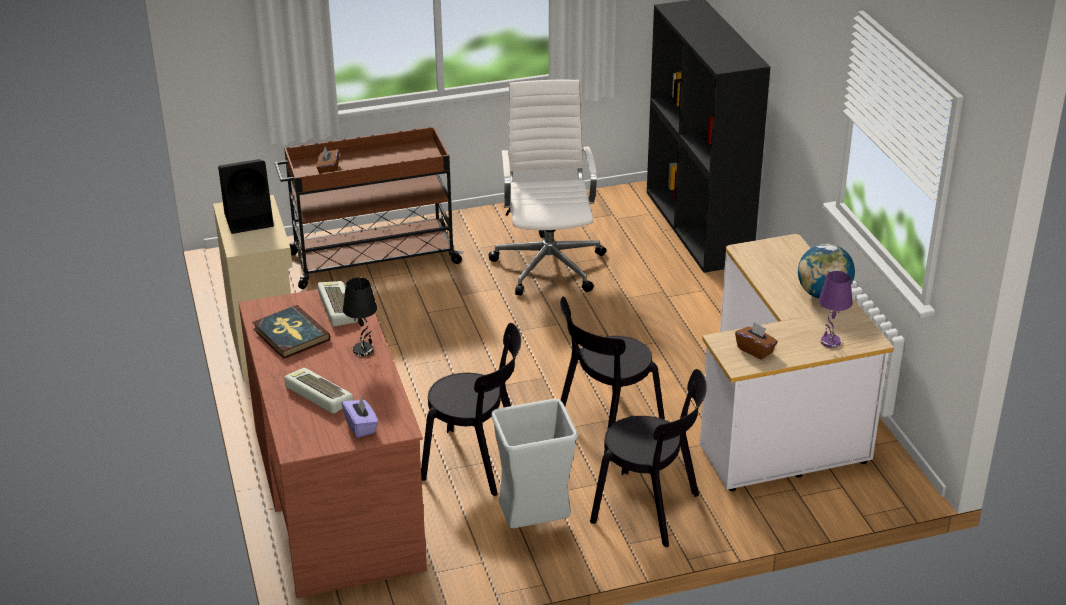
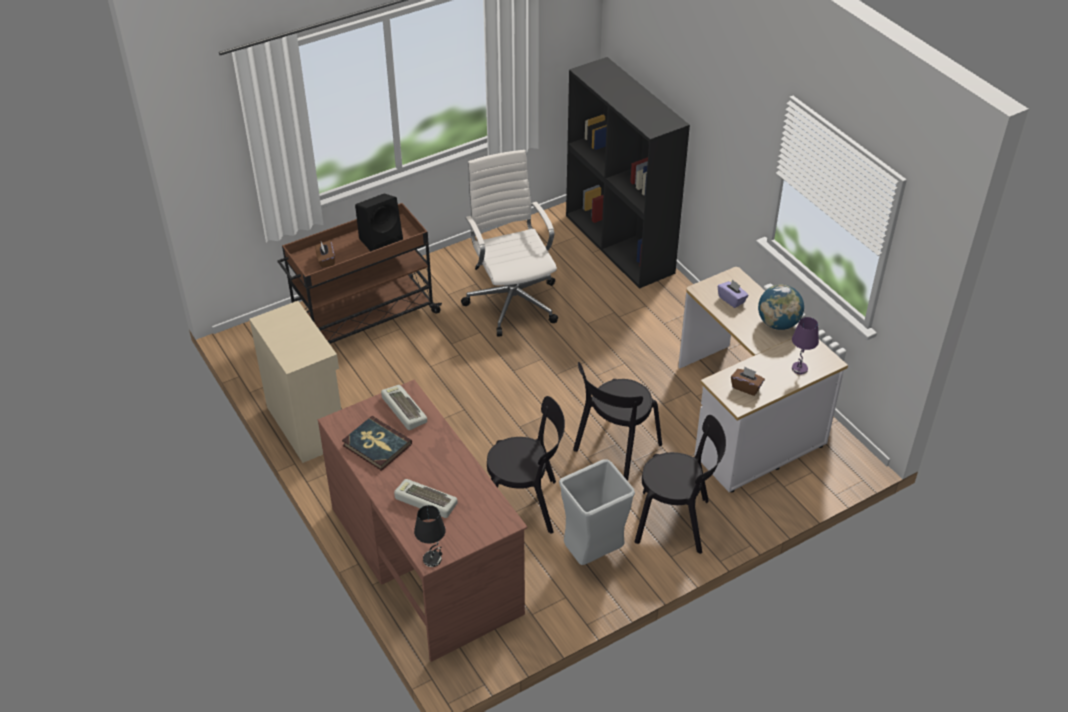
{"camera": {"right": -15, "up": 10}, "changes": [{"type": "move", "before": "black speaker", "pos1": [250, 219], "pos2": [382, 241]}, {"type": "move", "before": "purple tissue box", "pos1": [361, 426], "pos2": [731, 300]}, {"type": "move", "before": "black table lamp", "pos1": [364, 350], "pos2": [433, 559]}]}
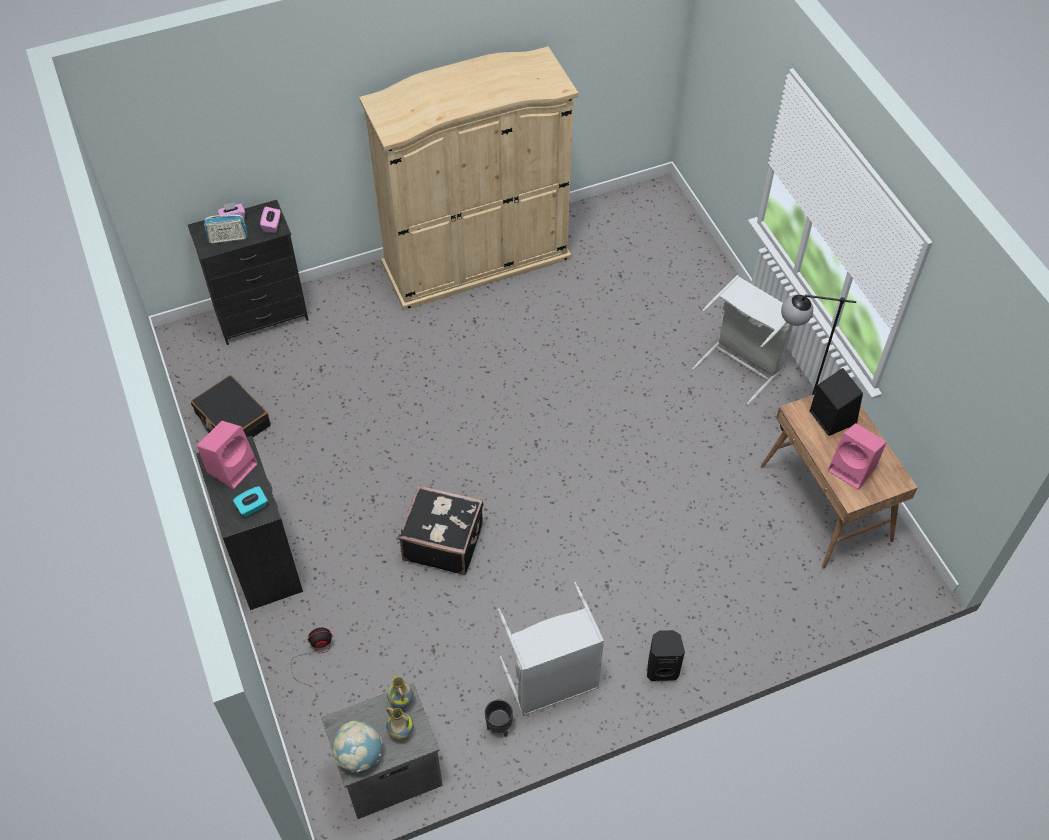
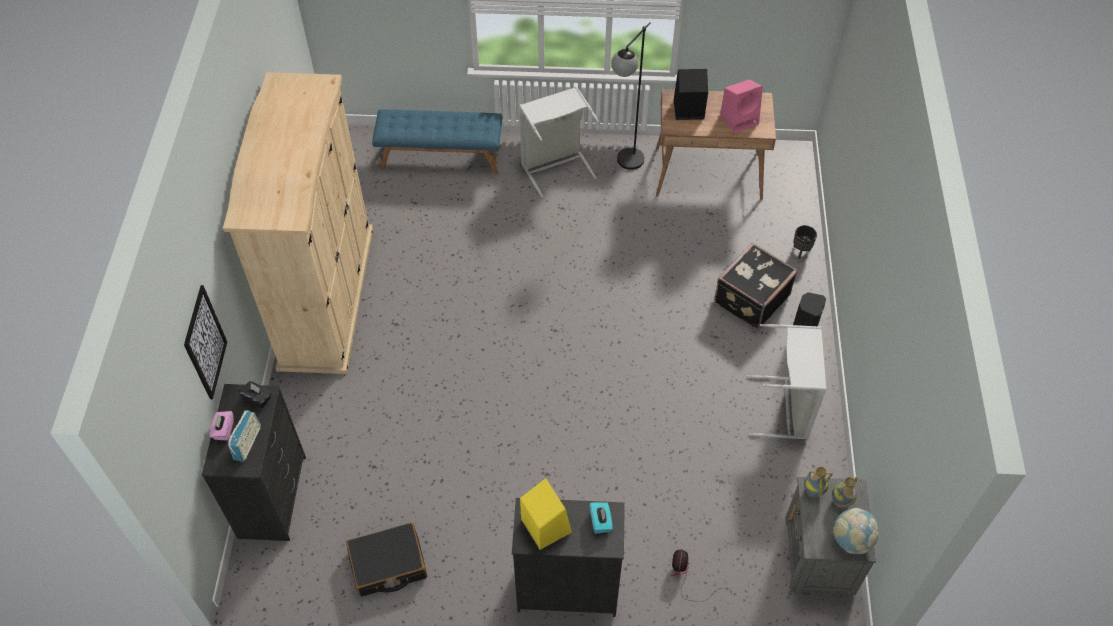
{"camera": {"right": -65, "up": 0}, "changes": [{"type": "recolor", "before": "pink speaker", "after": "yellow speaker", "pos1": [232, 467], "pos2": [545, 525]}, {"type": "recolor", "before": "pink tissue box", "after": "black tissue box", "pos1": [272, 225], "pos2": [257, 398]}, {"type": "move", "before": "black suitcase", "pos1": [443, 541], "pos2": [750, 298]}, {"type": "move", "before": "black planter", "pos1": [499, 727], "pos2": [801, 251]}, {"type": "insert", "after": "picture", "pos2": [205, 343]}, {"type": "insert", "after": "blue bench", "pos2": [441, 157]}]}
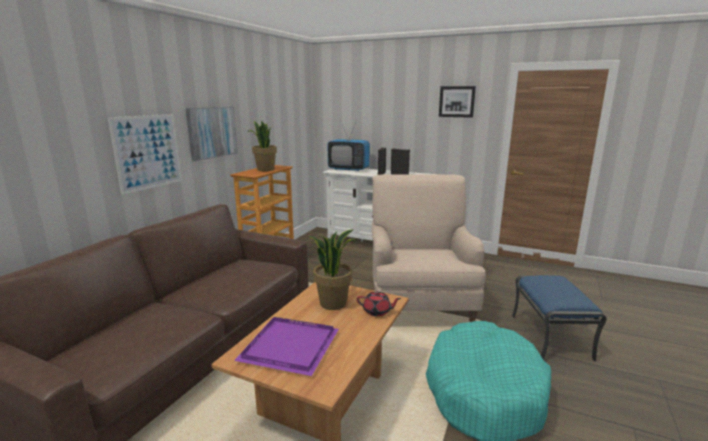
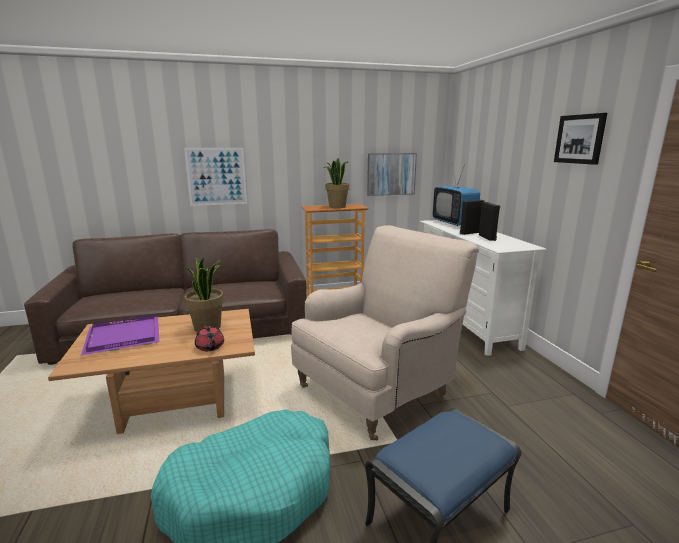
{"camera": {"right": 50, "up": 0}, "changes": [{"type": "move", "before": "picture", "pos1": [212, 132], "pos2": [391, 174]}]}
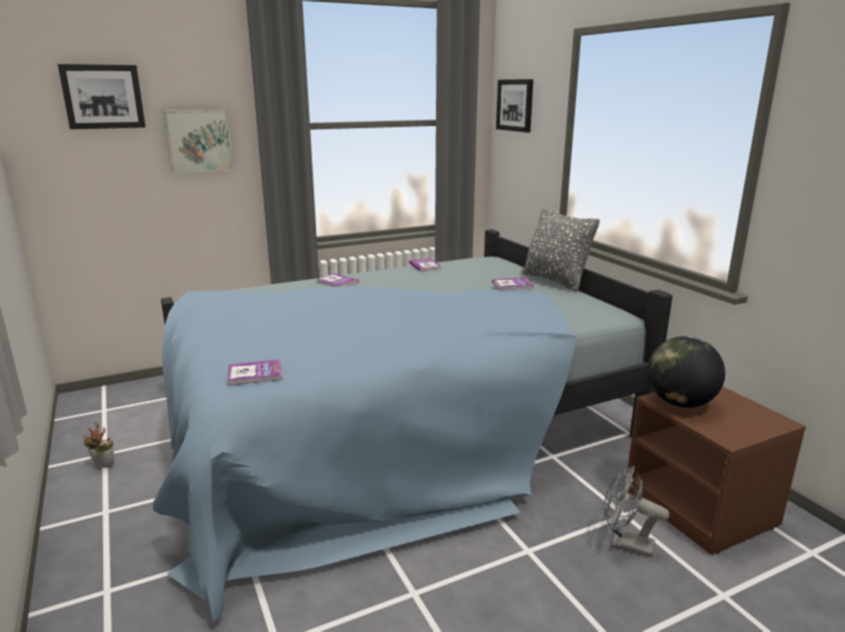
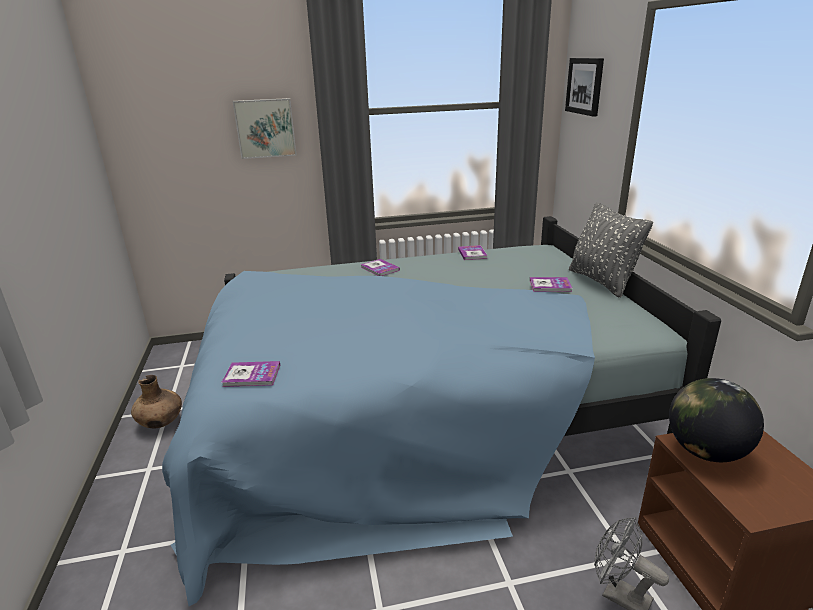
{"camera": {"right": 15, "up": 5}, "changes": [{"type": "delete", "before": "picture", "pos1": [103, 96]}, {"type": "replace", "before": "potted plant", "after": "brown vase", "pos1": [102, 467], "pos2": [161, 422]}]}
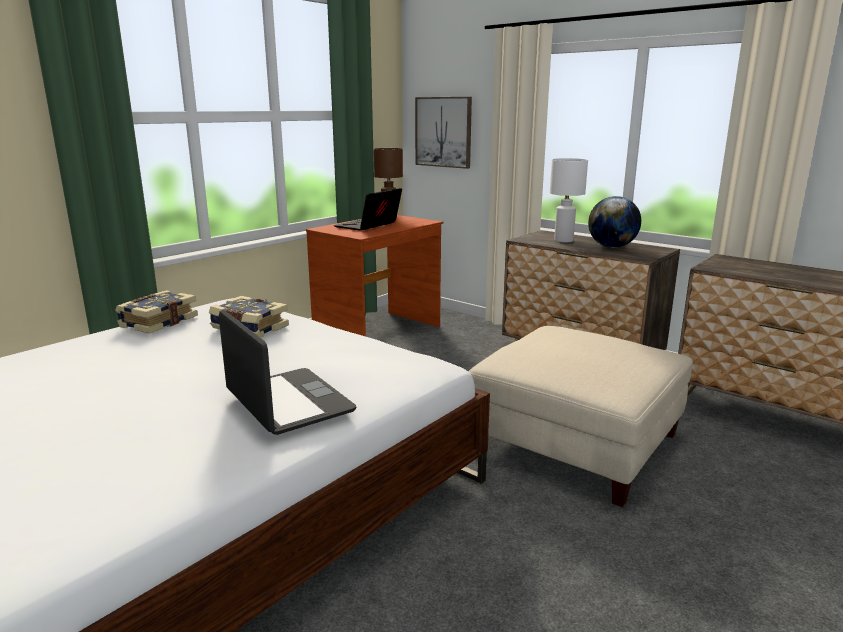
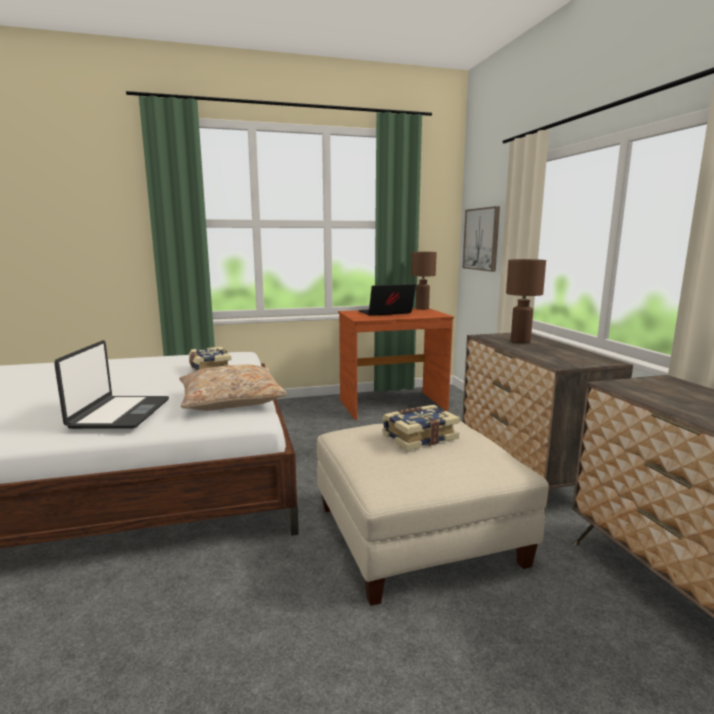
{"camera": {"right": 35, "up": -5}, "changes": [{"type": "move", "before": "book", "pos1": [158, 322], "pos2": [419, 437]}, {"type": "recolor", "before": "white table lamp", "after": "brown table lamp", "pos1": [563, 240], "pos2": [520, 341]}, {"type": "delete", "before": "globe", "pos1": [612, 247]}, {"type": "insert", "after": "beige pillow", "pos2": [231, 400]}]}
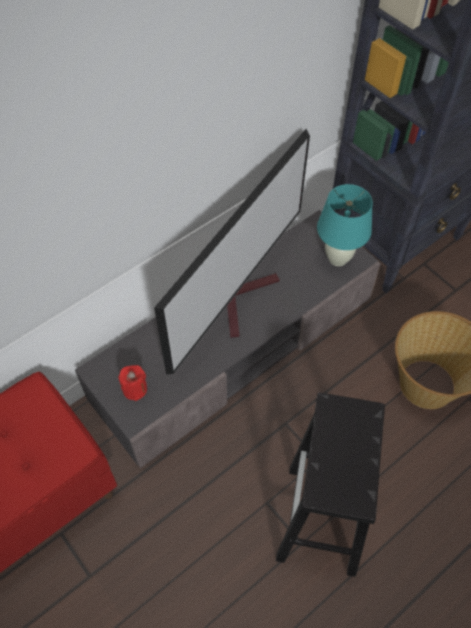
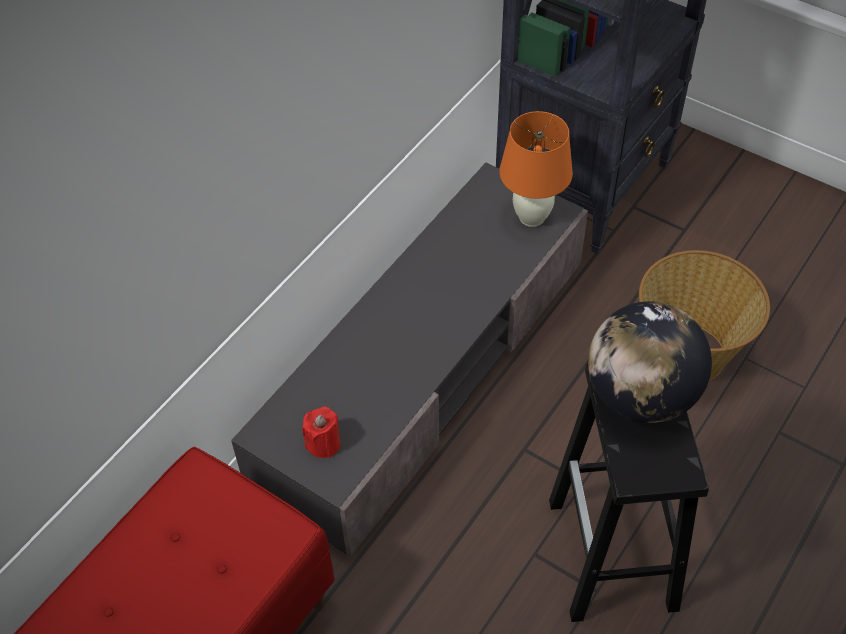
{"camera": {"right": -15, "up": -5}, "changes": [{"type": "delete", "before": "television", "pos1": [243, 297]}, {"type": "recolor", "before": "turquoise table lamp", "after": "orange table lamp", "pos1": [338, 258], "pos2": [531, 217]}, {"type": "insert", "after": "globe", "pos2": [640, 395]}]}
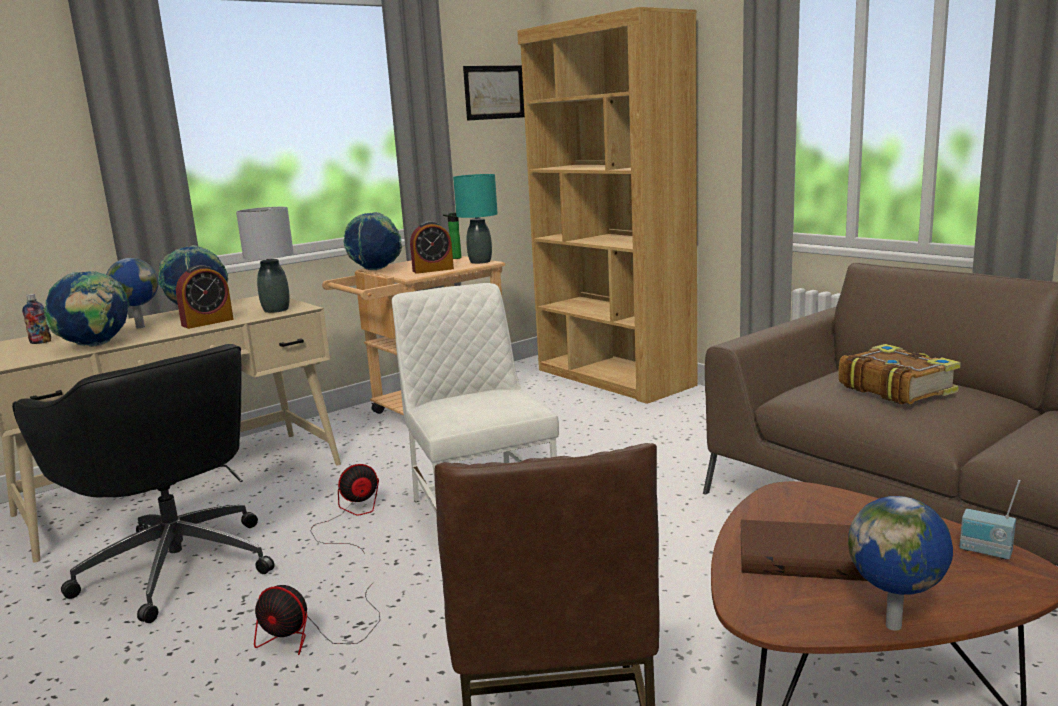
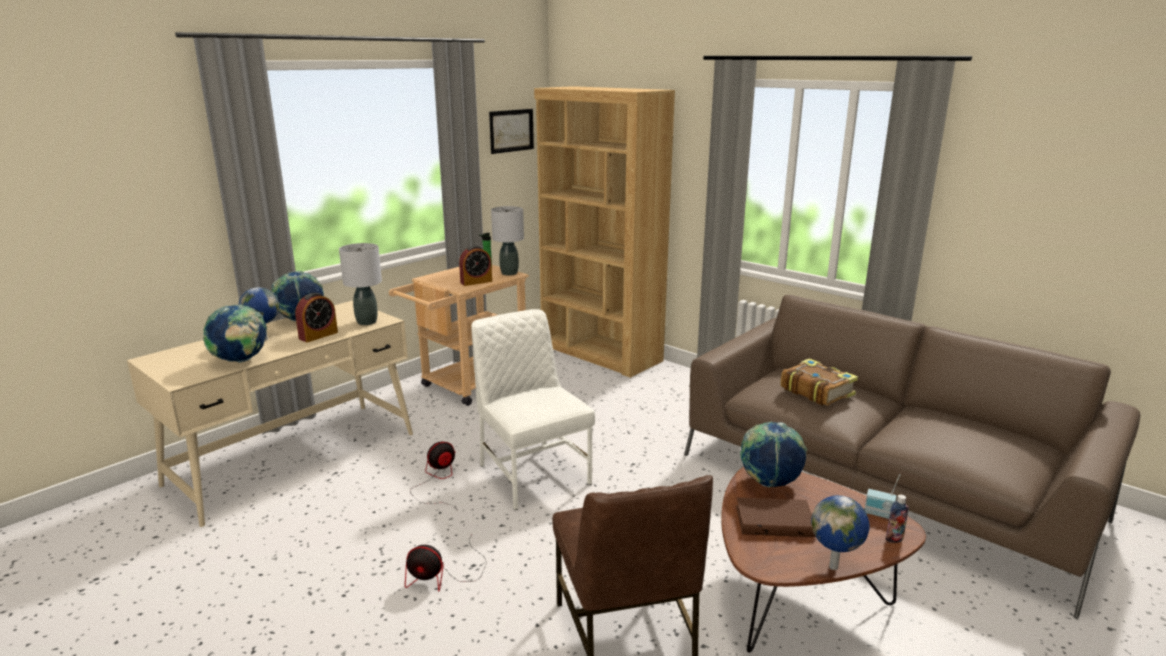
{"camera": {"right": -10, "up": 5}, "changes": [{"type": "delete", "before": "black office chair", "pos1": [176, 565]}, {"type": "move", "before": "bottle", "pos1": [40, 342], "pos2": [894, 539]}, {"type": "move", "before": "globe", "pos1": [375, 270], "pos2": [769, 483]}, {"type": "recolor", "before": "turquoise table lamp", "after": "grey table lamp", "pos1": [480, 262], "pos2": [509, 273]}]}
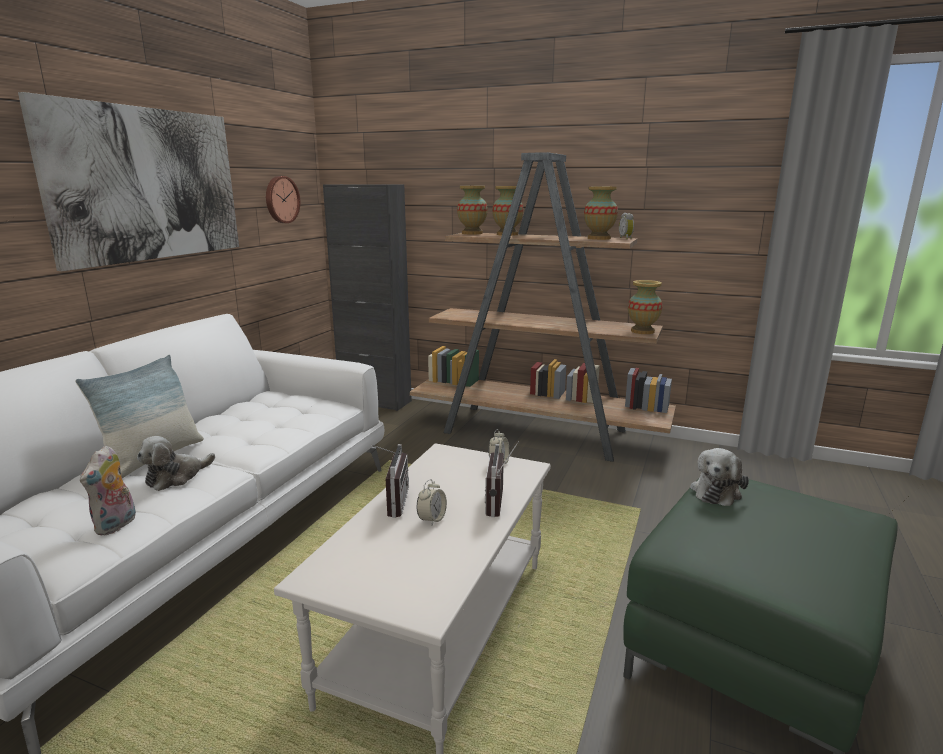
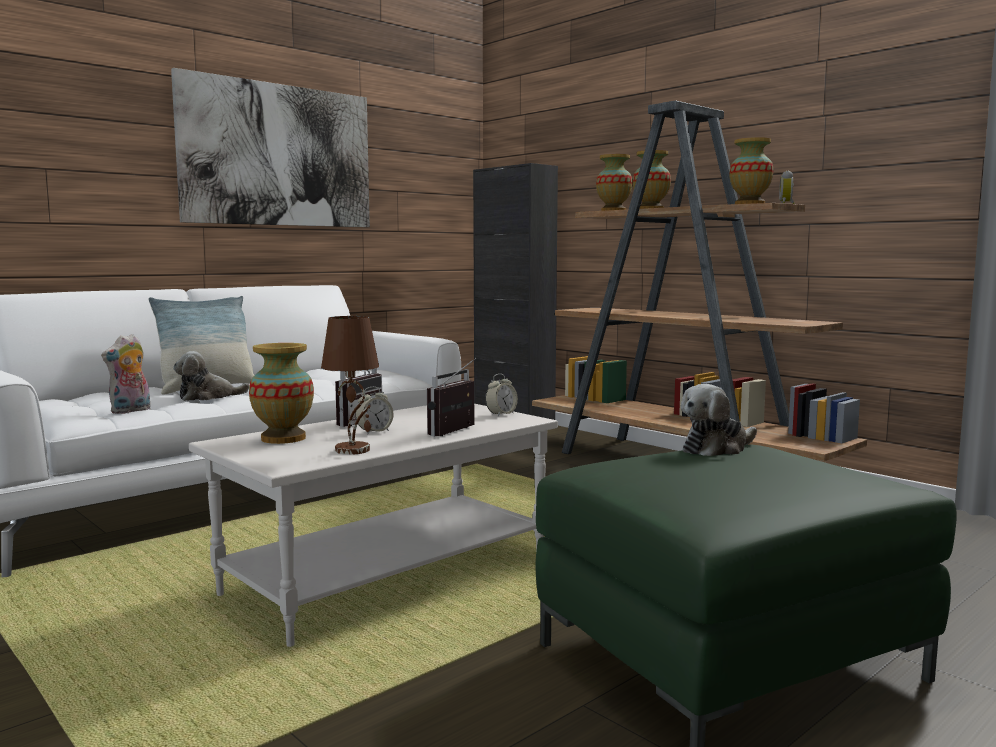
{"camera": {"right": 25, "up": -10}, "changes": [{"type": "delete", "before": "wall clock", "pos1": [281, 199]}, {"type": "move", "before": "vase", "pos1": [642, 331], "pos2": [283, 438]}, {"type": "insert", "after": "brown table lamp", "pos2": [353, 450]}]}
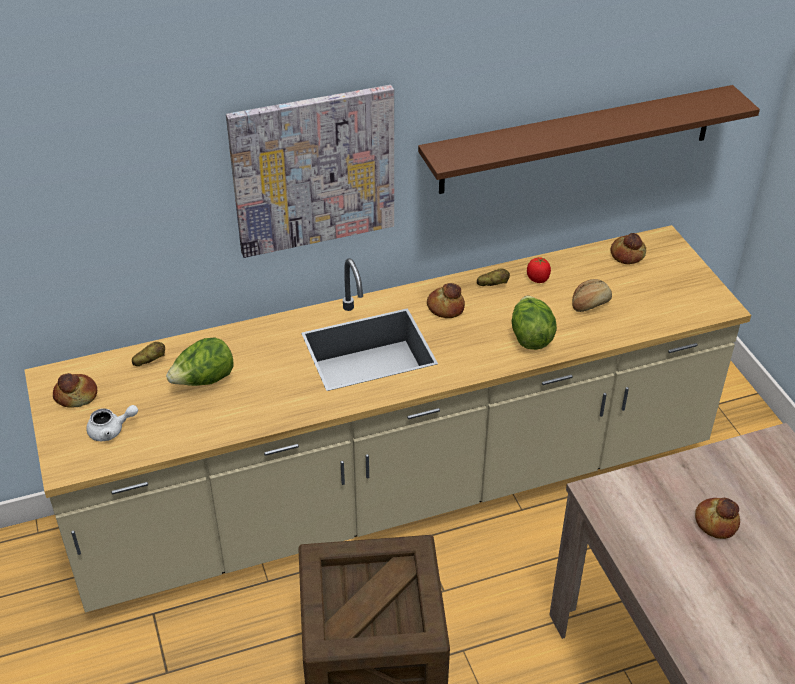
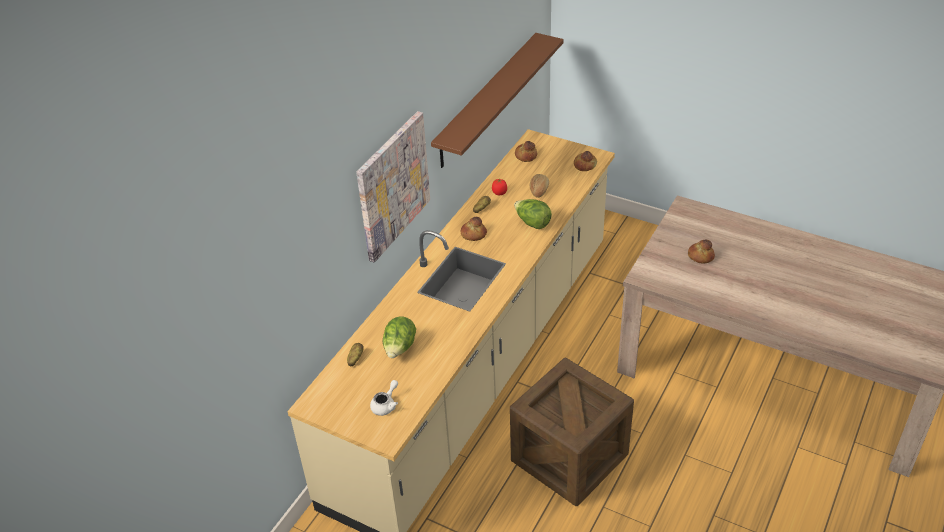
{"camera": {"right": -40, "up": 0}, "changes": [{"type": "move", "before": "bread", "pos1": [76, 395], "pos2": [584, 165]}]}
